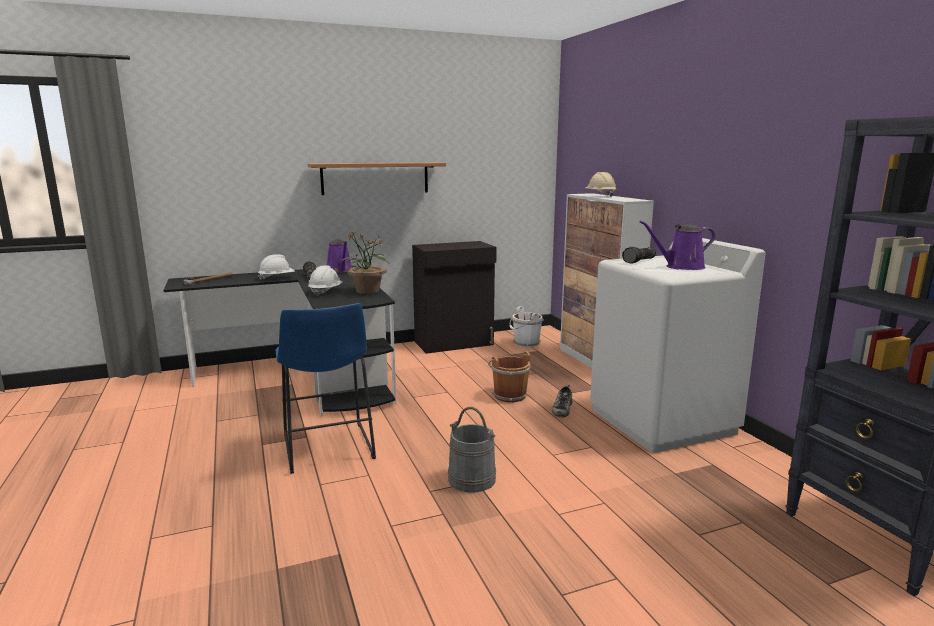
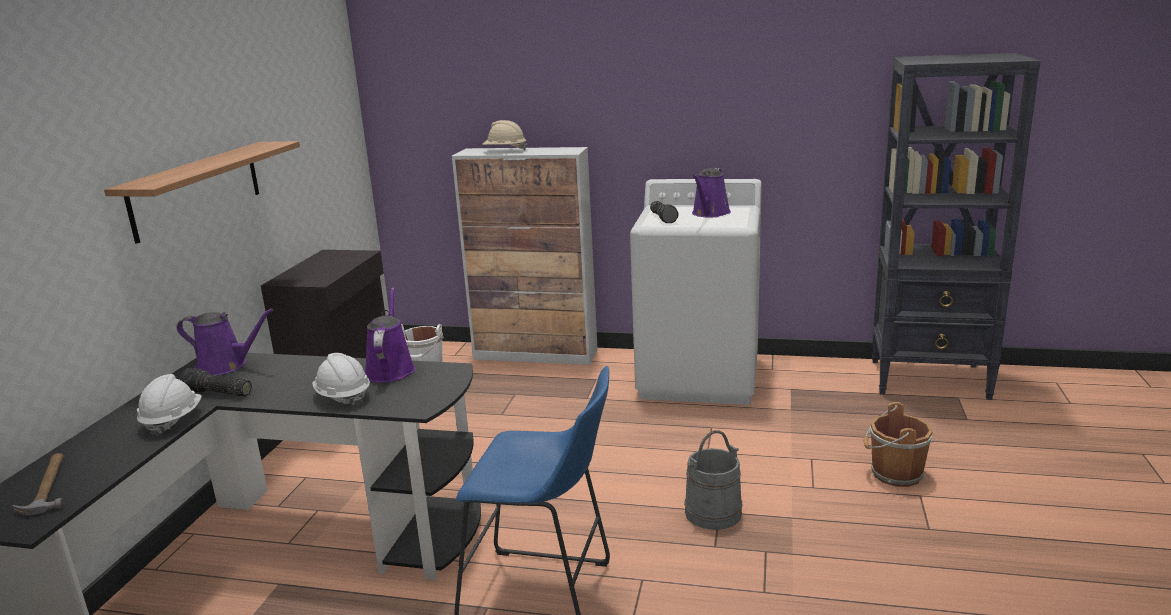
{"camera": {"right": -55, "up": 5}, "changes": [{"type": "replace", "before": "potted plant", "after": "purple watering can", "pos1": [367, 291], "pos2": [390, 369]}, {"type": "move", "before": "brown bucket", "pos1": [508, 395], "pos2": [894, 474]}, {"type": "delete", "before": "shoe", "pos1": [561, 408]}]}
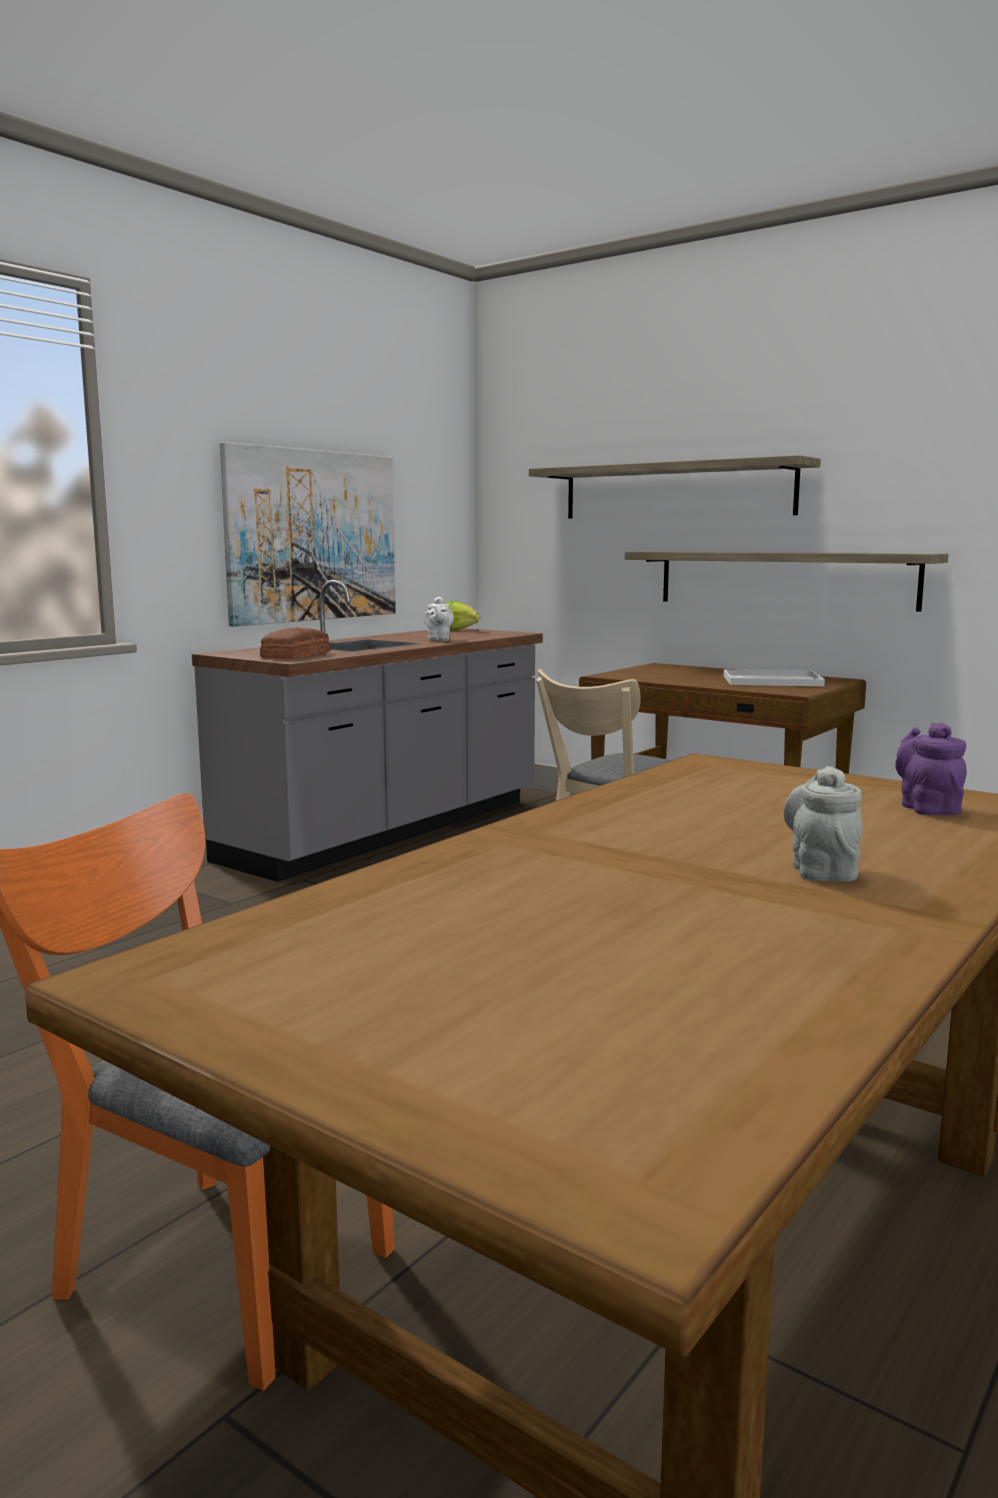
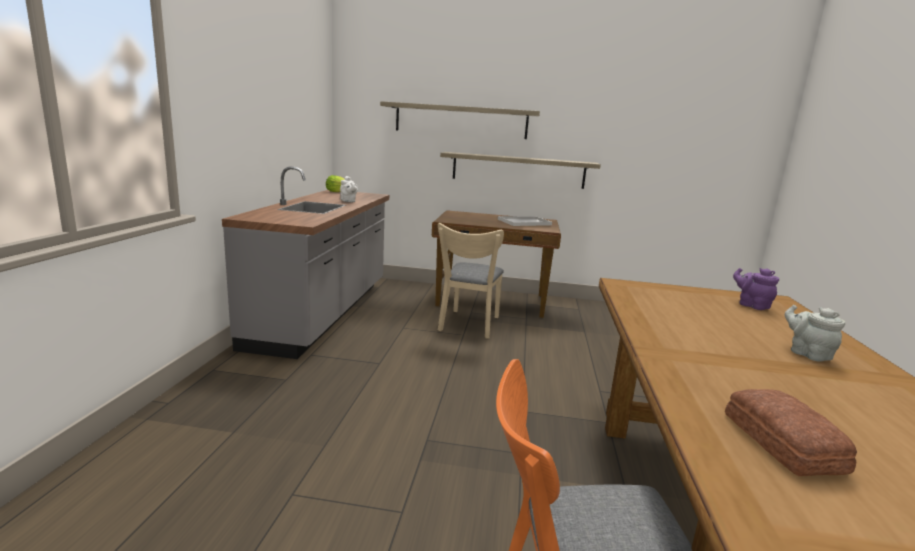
{"camera": {"right": -30, "up": 5}, "changes": [{"type": "delete", "before": "picture", "pos1": [313, 536]}, {"type": "move", "before": "bread", "pos1": [294, 655], "pos2": [781, 443]}]}
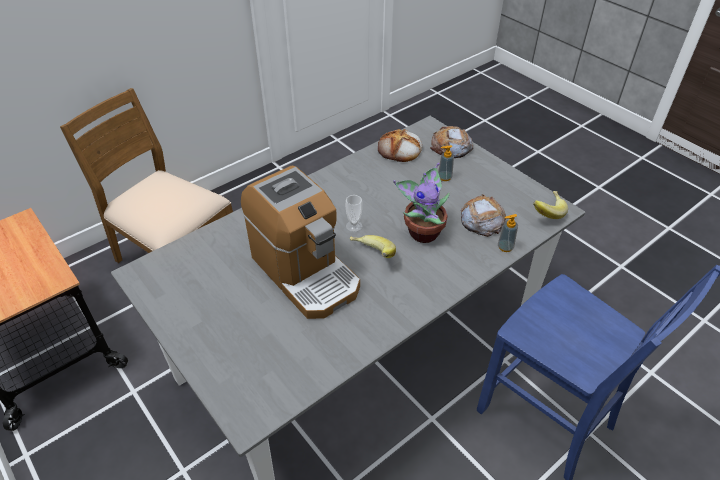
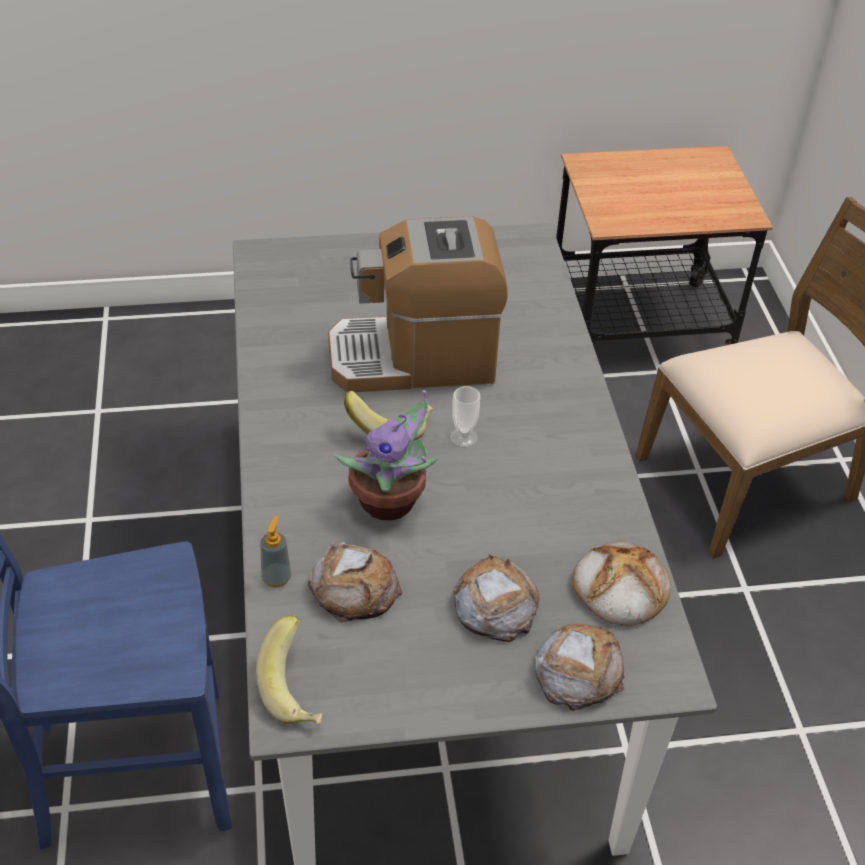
{"camera": {"right": 120, "up": 0}, "changes": [{"type": "replace", "before": "soap dispenser", "after": "bread", "pos1": [444, 177], "pos2": [494, 604]}]}
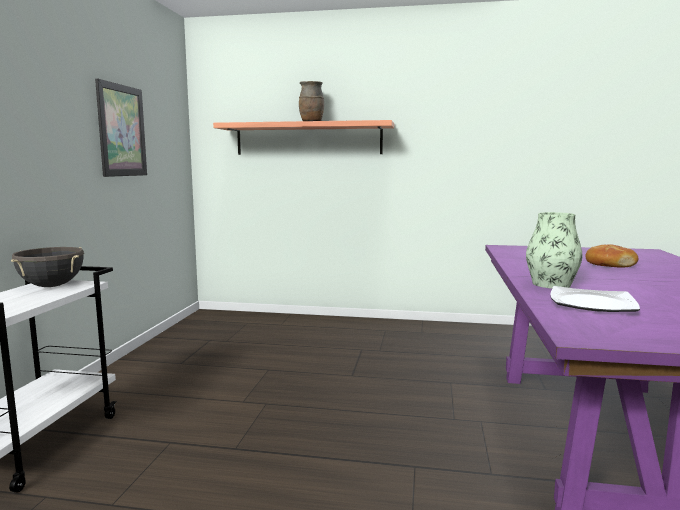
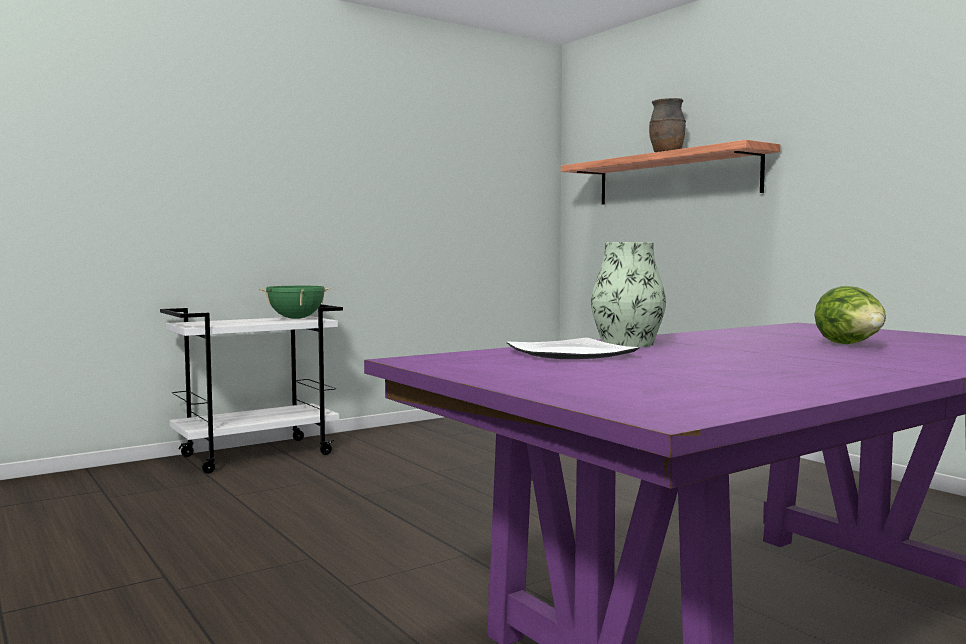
{"camera": {"right": 45, "up": -5}, "changes": [{"type": "recolor", "before": "black cooking pot", "after": "green cooking pot", "pos1": [52, 286], "pos2": [296, 318]}, {"type": "delete", "before": "picture", "pos1": [122, 130]}, {"type": "replace", "before": "bread", "after": "lettuce", "pos1": [609, 264], "pos2": [850, 345]}]}
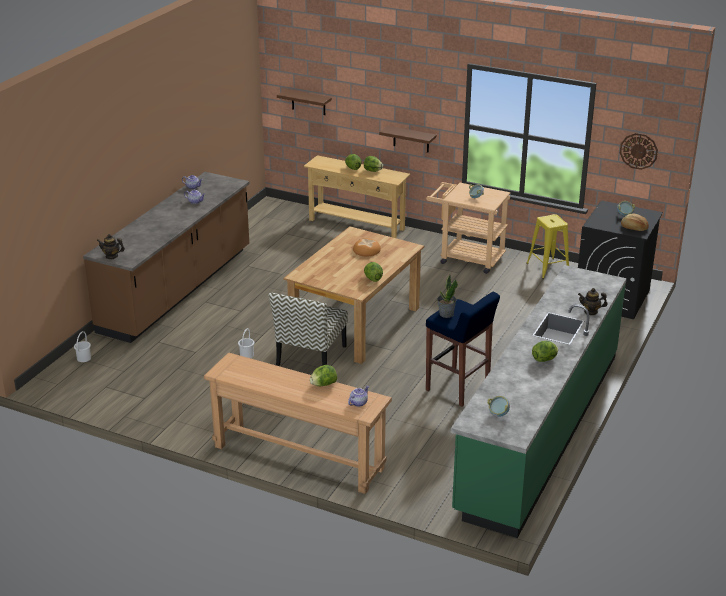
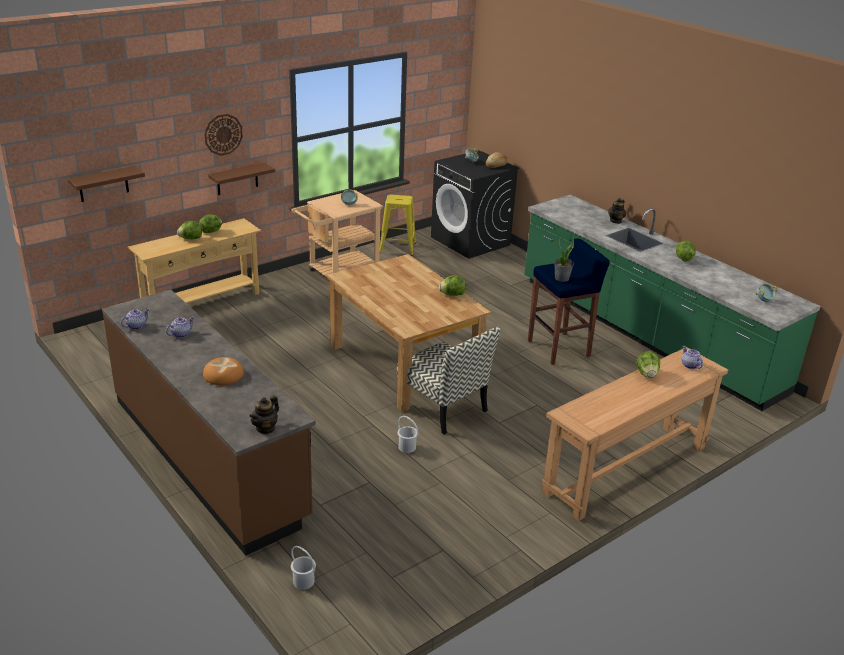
{"camera": {"right": -65, "up": 0}, "changes": [{"type": "move", "before": "bread", "pos1": [366, 250], "pos2": [223, 375]}, {"type": "move", "before": "wall clock", "pos1": [638, 151], "pos2": [223, 134]}]}
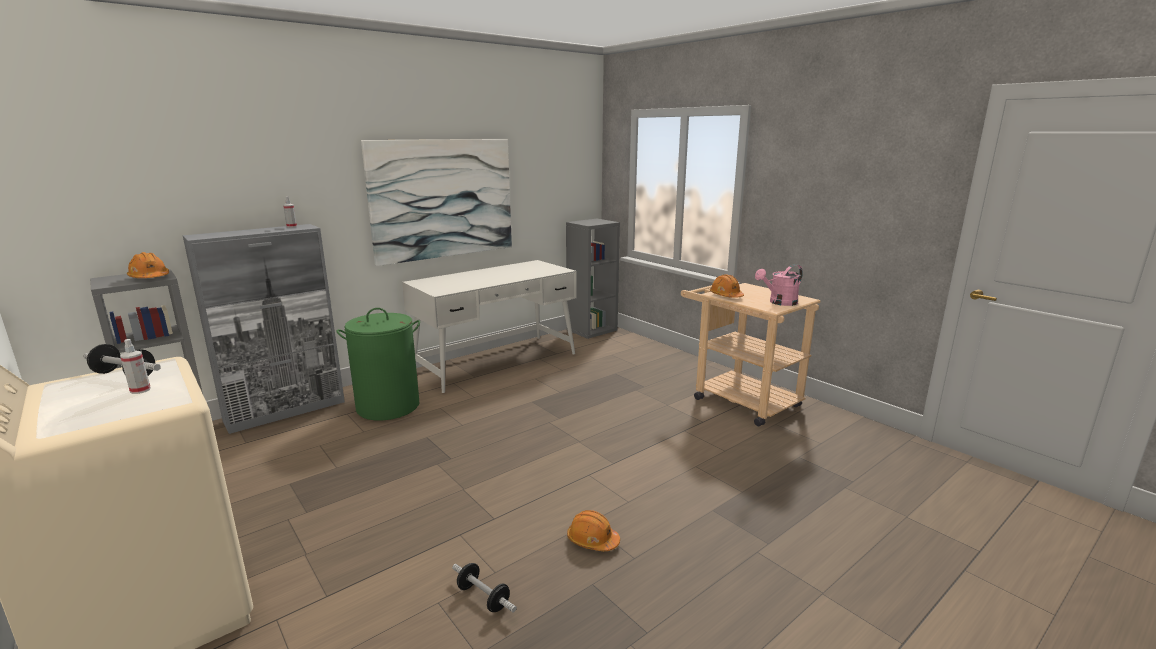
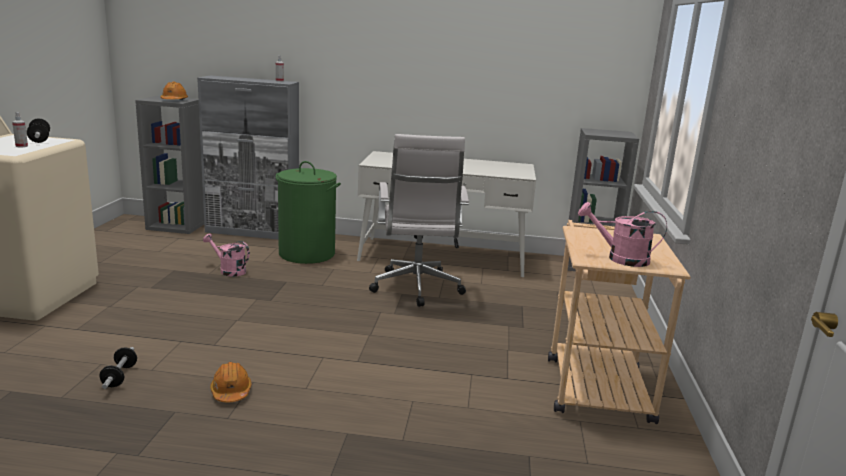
{"camera": {"right": 45, "up": 0}, "changes": [{"type": "delete", "before": "picture", "pos1": [443, 199]}, {"type": "delete", "before": "orange hard hat", "pos1": [726, 296]}, {"type": "insert", "after": "pink watering can", "pos2": [229, 270]}, {"type": "insert", "after": "white office chair", "pos2": [416, 289]}]}
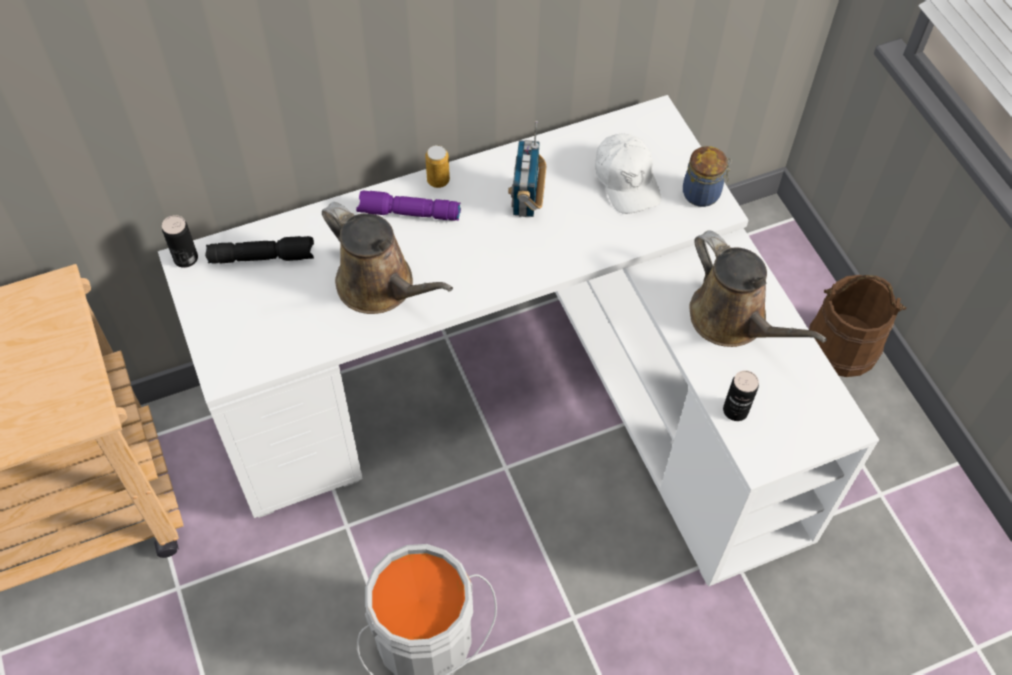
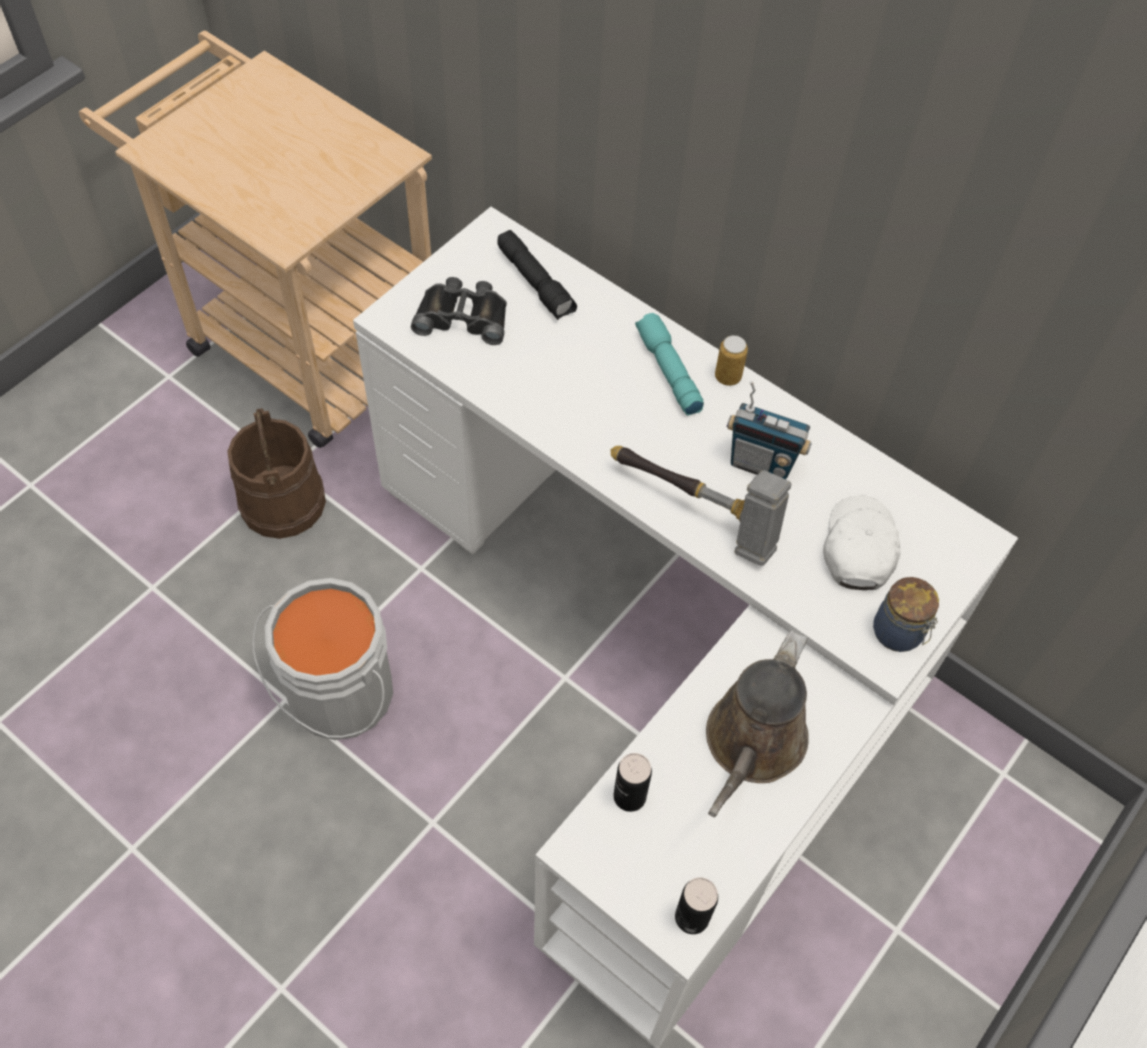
{"camera": {"right": 60, "up": 0}, "changes": [{"type": "move", "before": "can", "pos1": [186, 258], "pos2": [692, 917]}, {"type": "delete", "before": "brown watering can", "pos1": [381, 286]}, {"type": "recolor", "before": "purple flashlight", "after": "turquoise flashlight", "pos1": [408, 214], "pos2": [667, 371]}, {"type": "rotate", "before": "radio", "pos1": [526, 199], "pos2": [761, 464], "turn": -135}, {"type": "rotate", "before": "white cap", "pos1": [626, 180], "pos2": [858, 548], "turn": 150}, {"type": "move", "before": "brown bucket", "pos1": [843, 345], "pos2": [283, 502]}, {"type": "insert", "after": "black binoculars", "pos2": [463, 316]}, {"type": "insert", "after": "hammer", "pos2": [697, 513]}]}
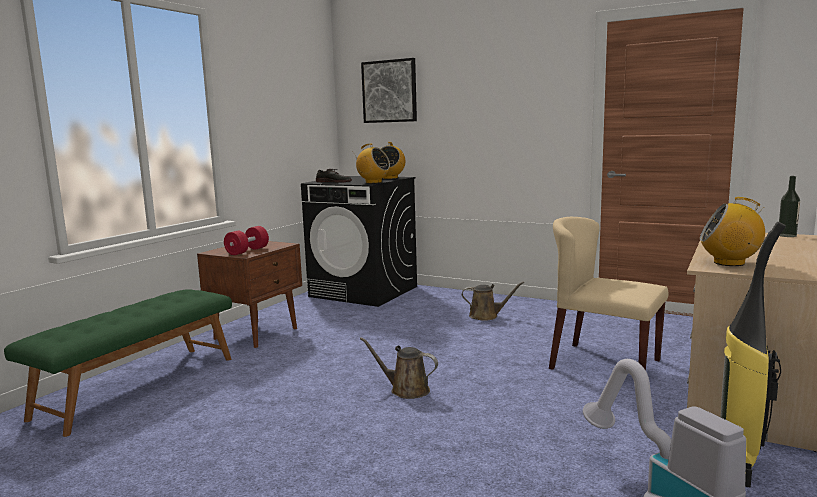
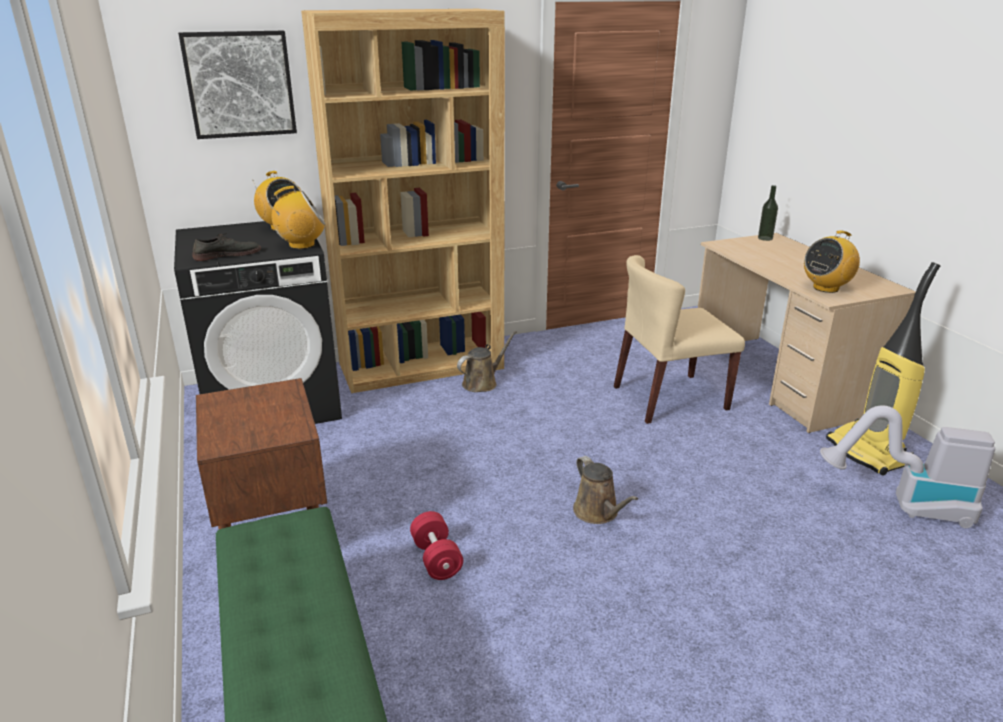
{"camera": {"right": -50, "up": 15}, "changes": [{"type": "move", "before": "red dumbbell", "pos1": [247, 251], "pos2": [436, 558]}, {"type": "rotate", "before": "brown watering can", "pos1": [406, 390], "pos2": [598, 512], "turn": -90}, {"type": "insert", "after": "brown bookcase", "pos2": [422, 366]}]}
